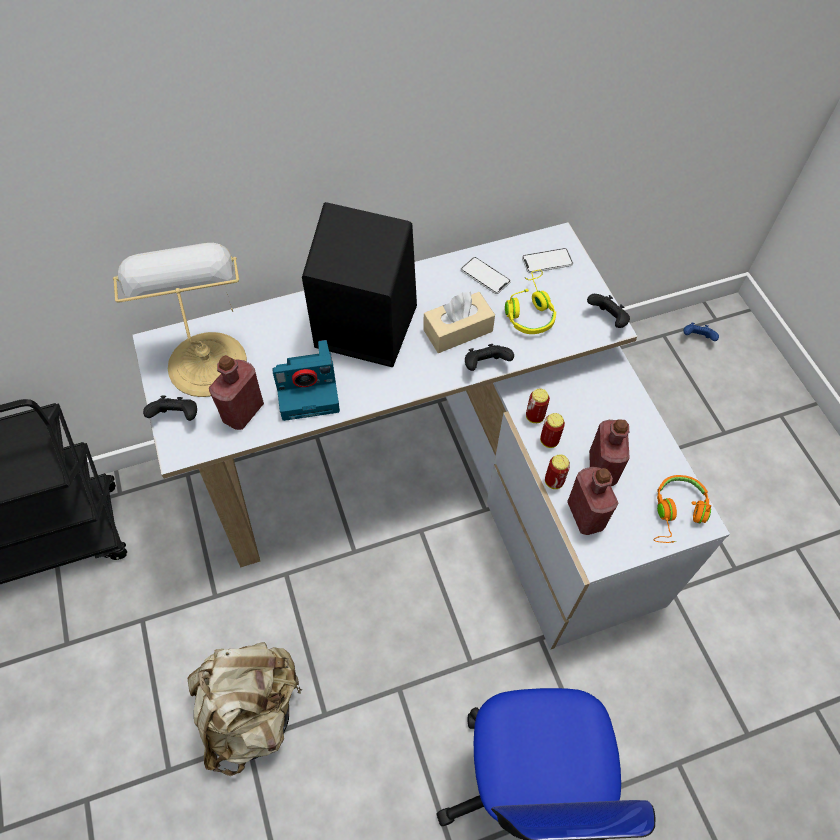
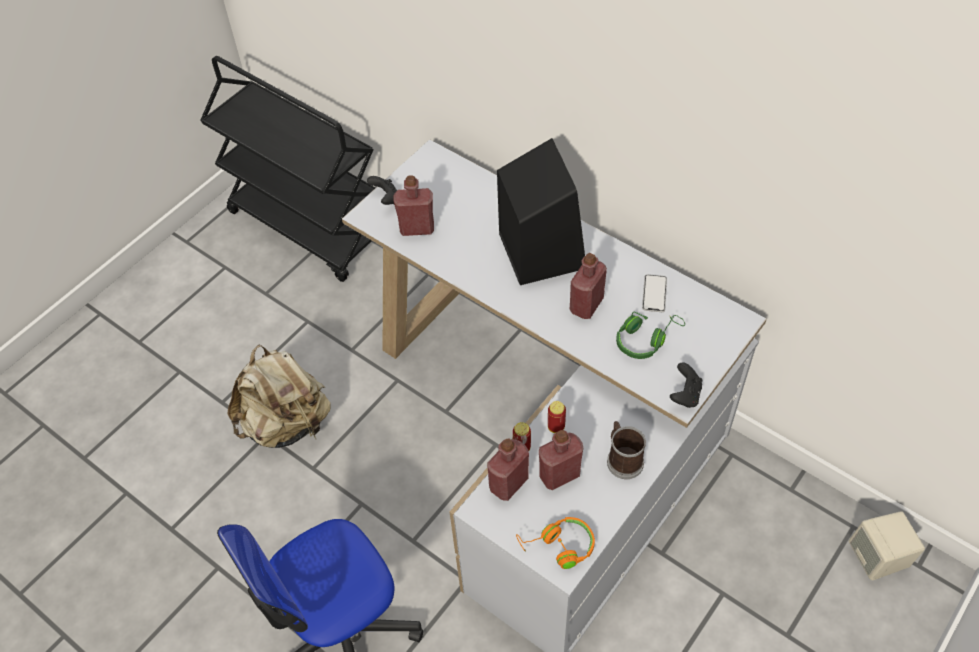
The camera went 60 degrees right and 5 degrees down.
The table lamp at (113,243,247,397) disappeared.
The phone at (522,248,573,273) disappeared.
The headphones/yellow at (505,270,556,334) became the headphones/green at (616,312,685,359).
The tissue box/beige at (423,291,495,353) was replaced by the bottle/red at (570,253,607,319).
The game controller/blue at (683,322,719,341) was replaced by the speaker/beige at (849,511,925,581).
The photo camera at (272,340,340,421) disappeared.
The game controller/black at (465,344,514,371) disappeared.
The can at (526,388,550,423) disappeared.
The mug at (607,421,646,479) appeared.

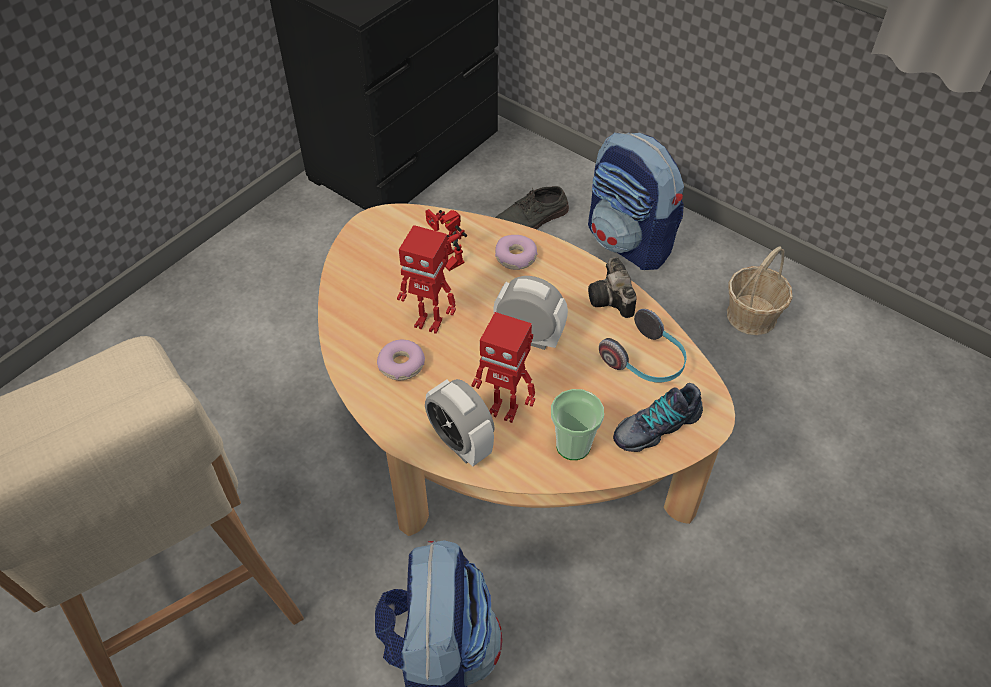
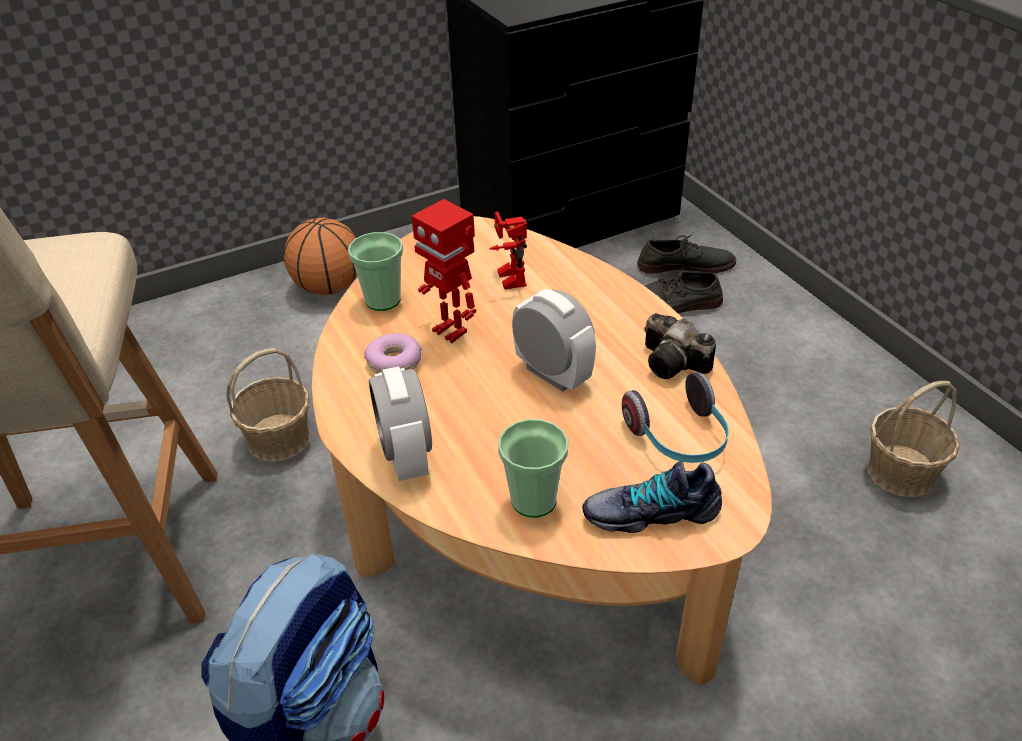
The camera went 25 degrees right and 10 degrees down.
The backpack at (588,132,684,270) disappeared.
The donut at (495,235,538,270) disappeared.
The photo camera at (588,257,637,318) turned 60 degrees counterclockwise.
The toy robot at (472,312,535,423) disappeared.
The basketball at (284,218,357,295) appeared.
The cup at (348,232,403,311) appeared.
The shoe/grey at (637,234,736,274) appeared.
The basket at (226,348,310,462) appeared.

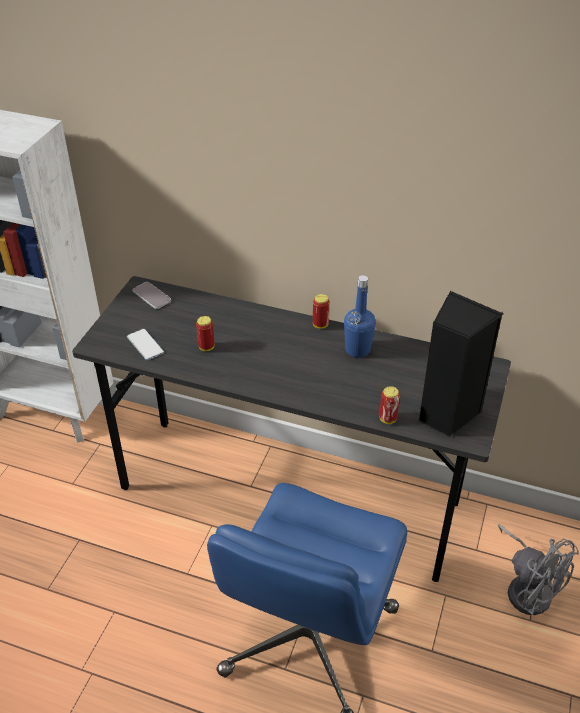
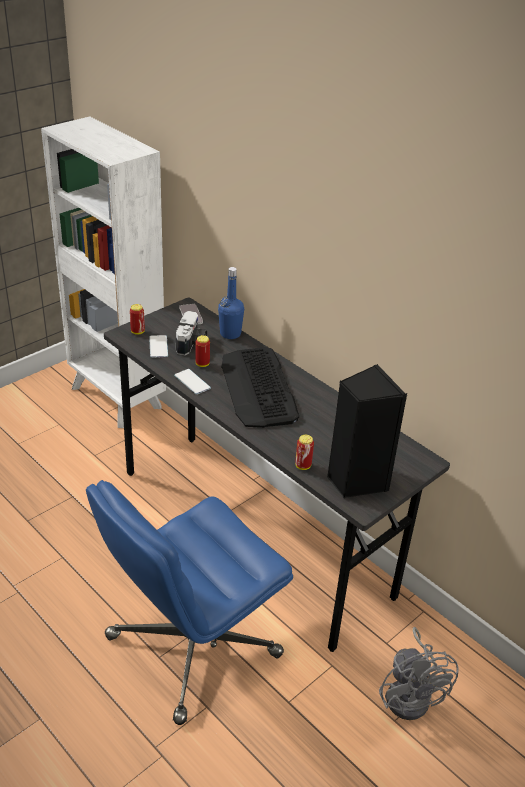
The camera went 25 degrees right and 5 degrees down.
The bottle/blue moved from (344,275,376,358) to (218,267,244,339).
The can moved from (313,294,330,329) to (130,304,145,335).
The photo camera at (176,311,207,356) appeared.
The keyboard at (221,347,299,428) appeared.
The phone at (174,369,211,395) appeared.

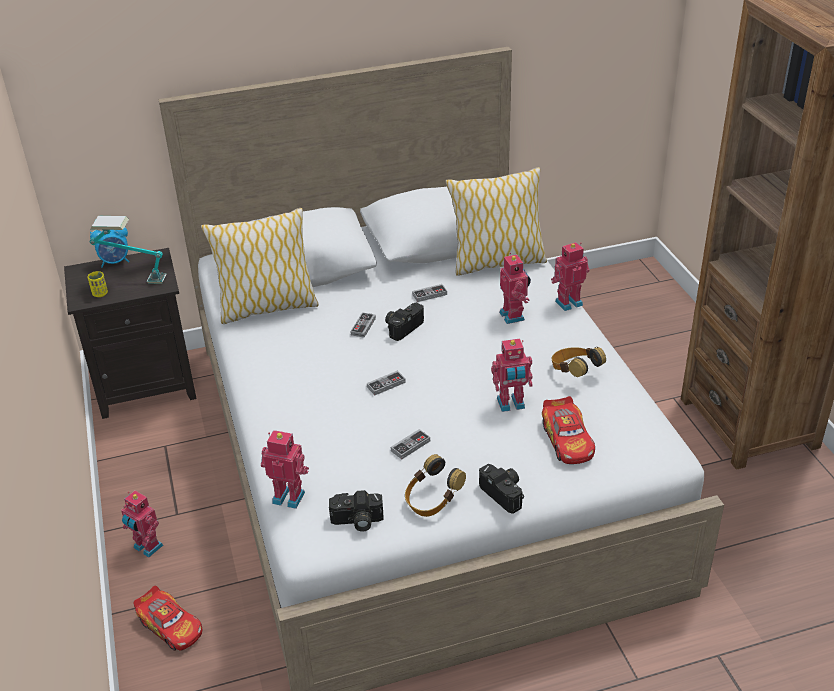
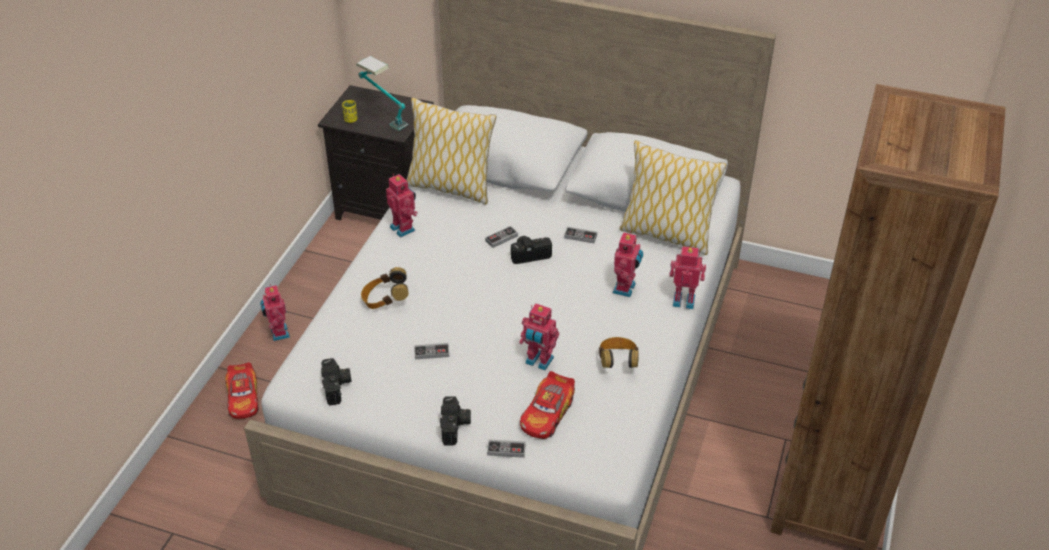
The camera went 35 degrees right and 5 degrees up.
The alarm clock at (90,227,129,268) disappeared.
The game controller moved from (367,371,406,395) to (487,439,526,458).
The toy robot moved from (261,430,309,509) to (386,174,418,238).
The headphones moved from (405,454,466,517) to (361,267,409,309).
The photo camera at (329,490,384,531) turned 135 degrees counterclockwise.

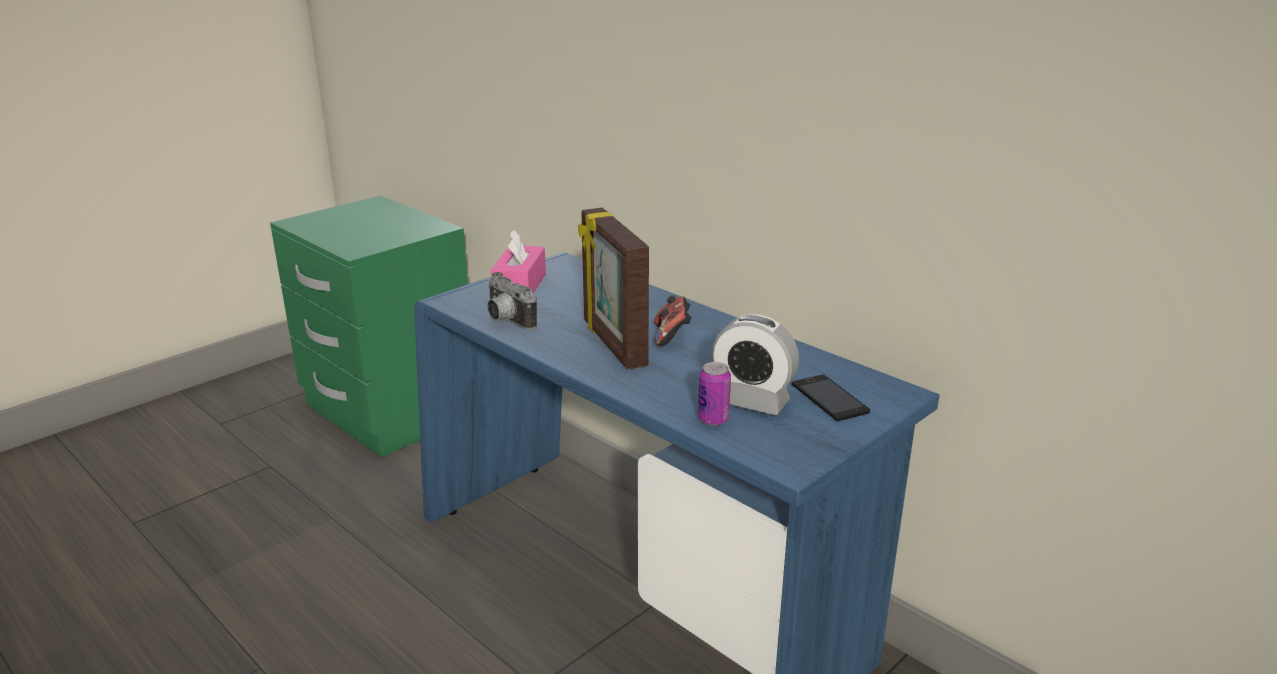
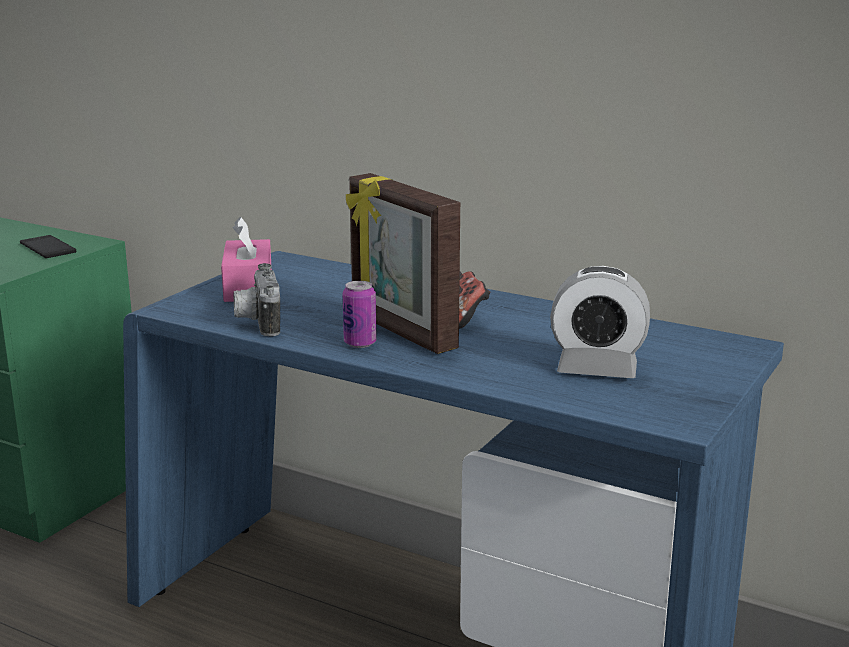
The camera went 15 degrees left and 5 degrees down.
The photo camera at (487,272,537,330) turned 45 degrees clockwise.
The can moved from (698,362,731,426) to (343,281,377,348).
The phone moved from (792,375,870,421) to (20,235,77,258).

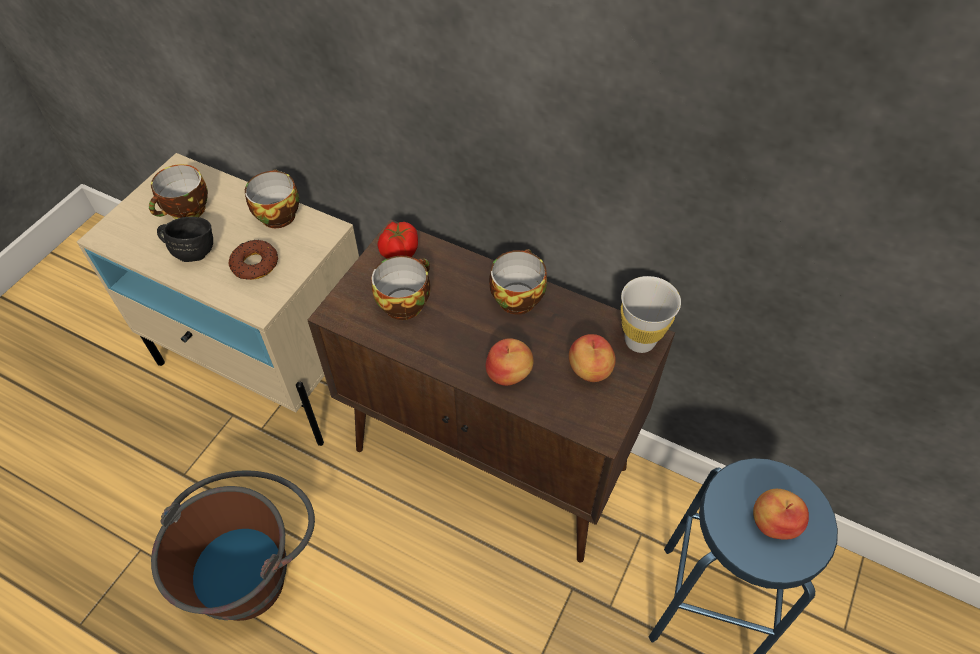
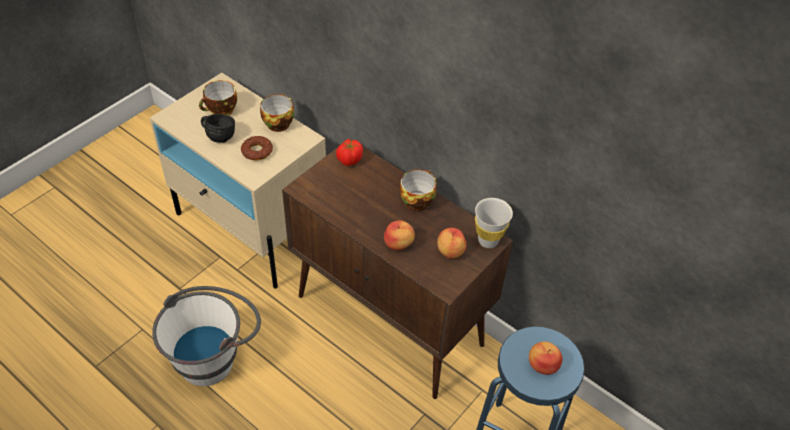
The camera went 10 degrees right and 5 degrees down.
The cup at (372,256,430,320) disappeared.
The bucket/brown at (151,470,315,621) became the bucket/white at (152,286,261,386).

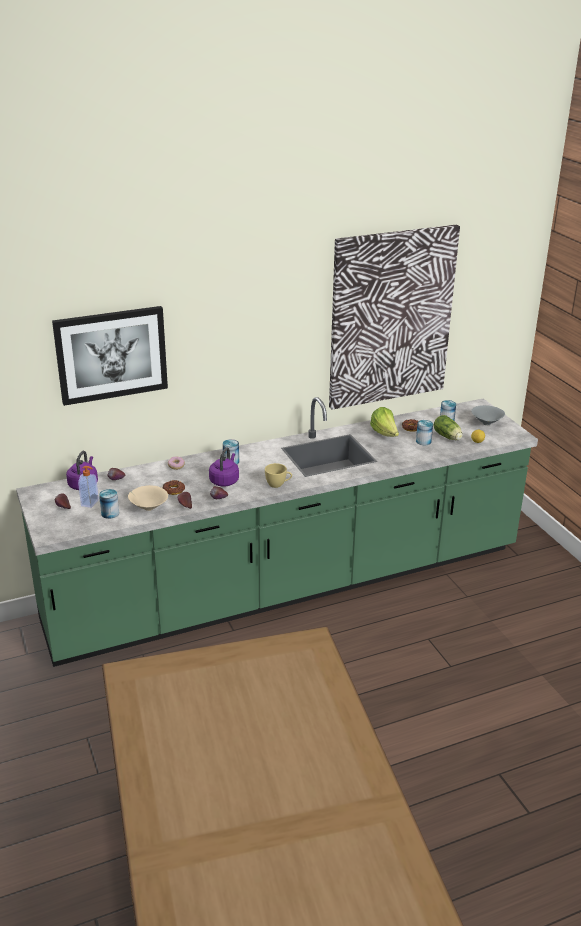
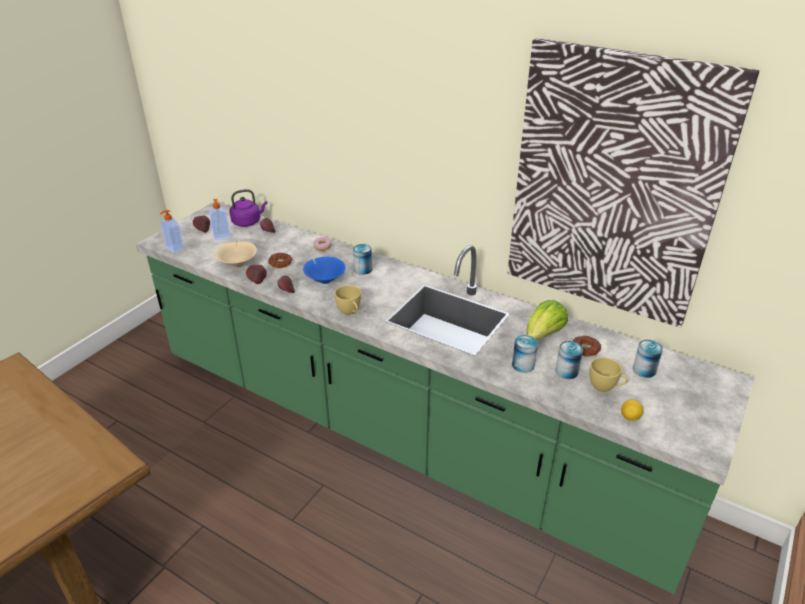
The camera went 55 degrees right and 5 degrees up.
The picture at (52,306,168,406) disappeared.
The bowl/grey at (471,405,505,425) disappeared.
The lettuce at (434,415,463,440) was replaced by the cup/yellow at (589,357,628,392).
The kettle/purple at (209,447,239,487) was replaced by the bowl/blue at (303,256,346,284).
The can moved from (99,489,119,519) to (512,335,538,373).
The soap dispenser at (160,210,184,253) appeared.

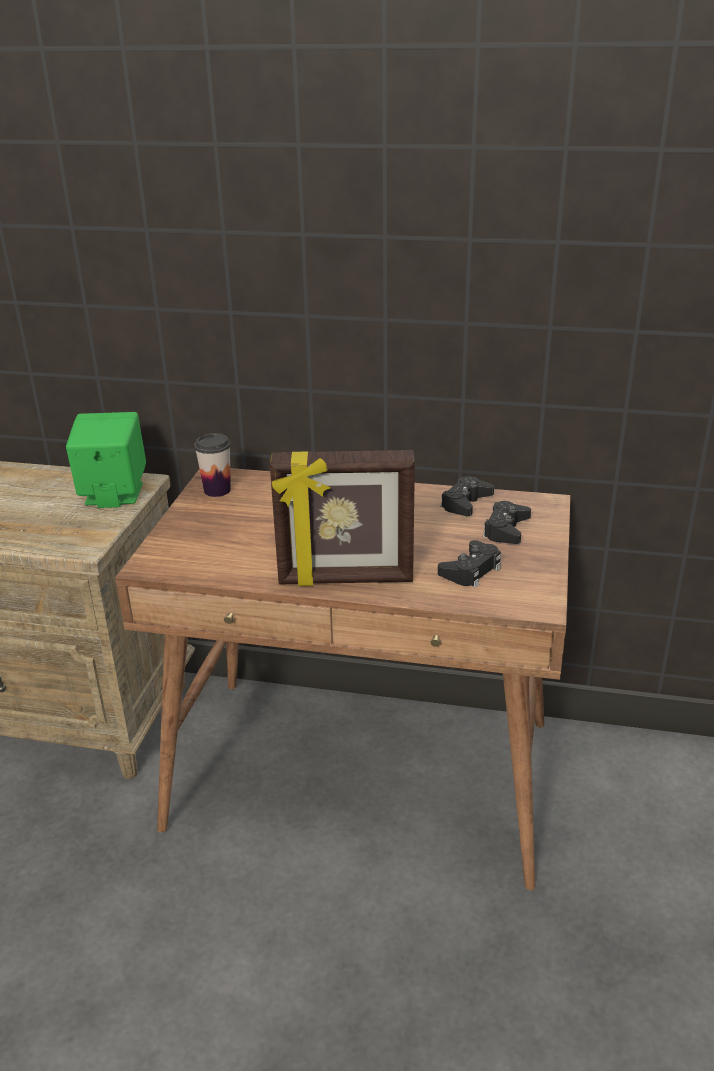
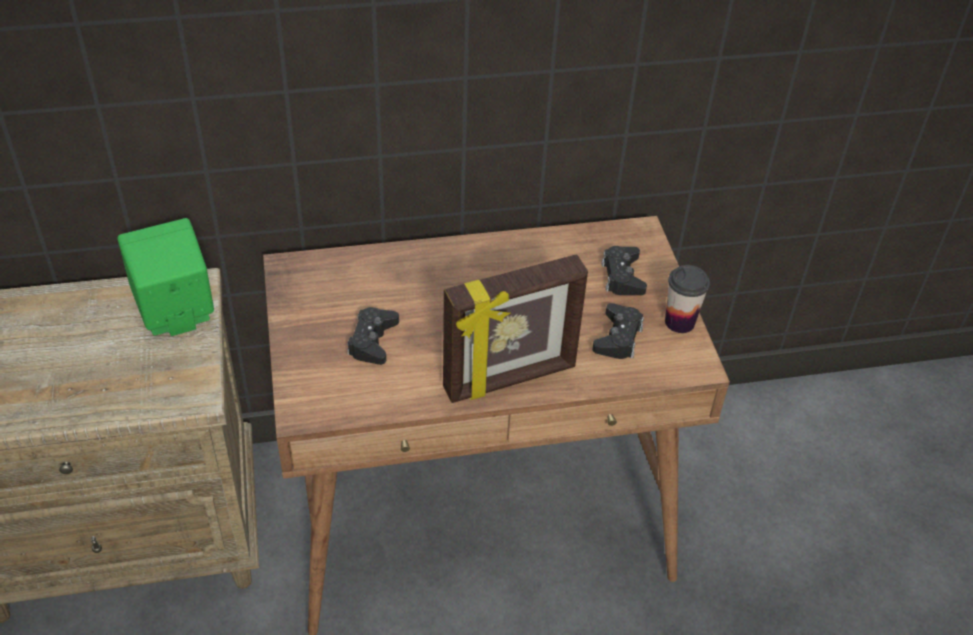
The camera went 25 degrees left and 15 degrees up.
The cup moved from (194,433,231,497) to (665,265,710,333).
The game controller/black moved from (441,476,494,516) to (347,307,399,365).

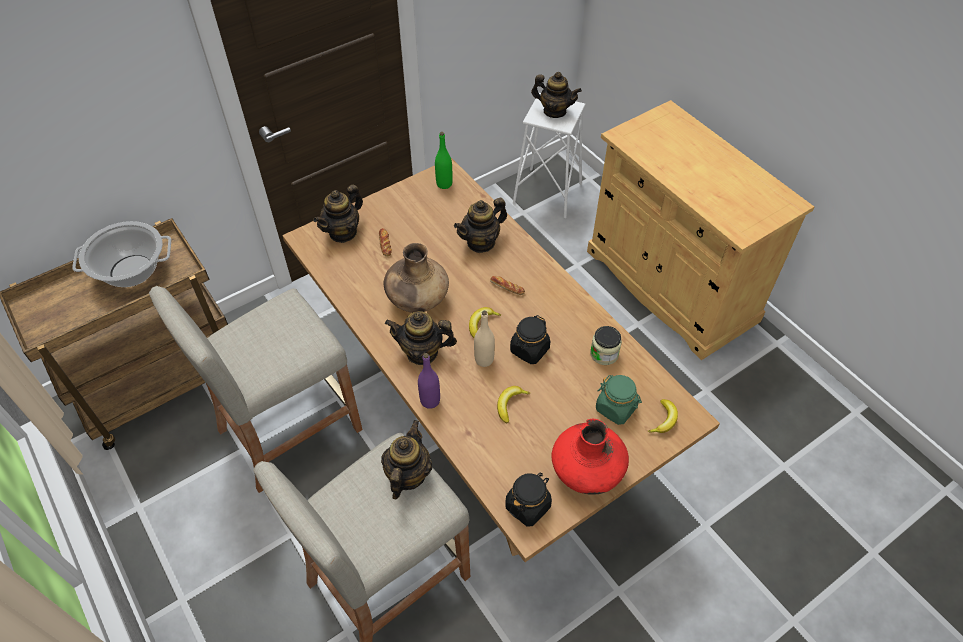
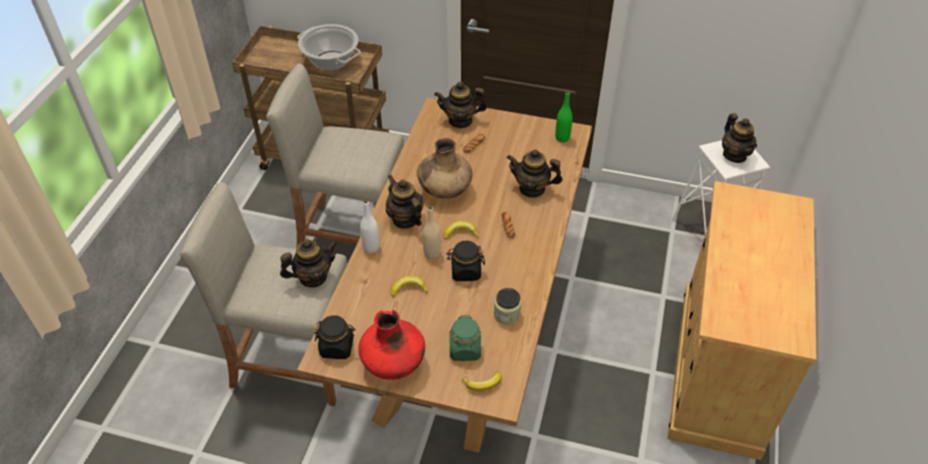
The camera went 50 degrees right and 5 degrees down.
The bottle/purple at (418,353,440,409) became the bottle/white at (360,199,380,253).

